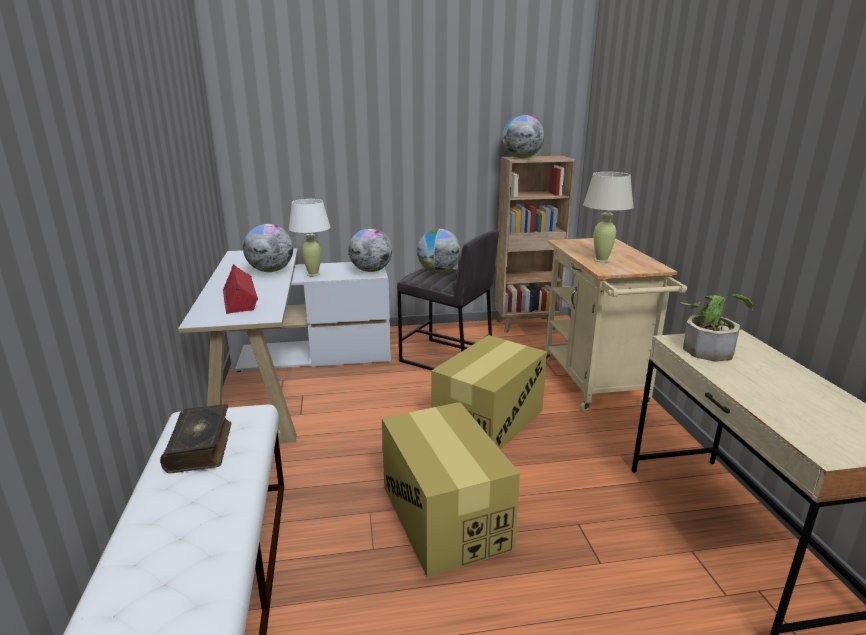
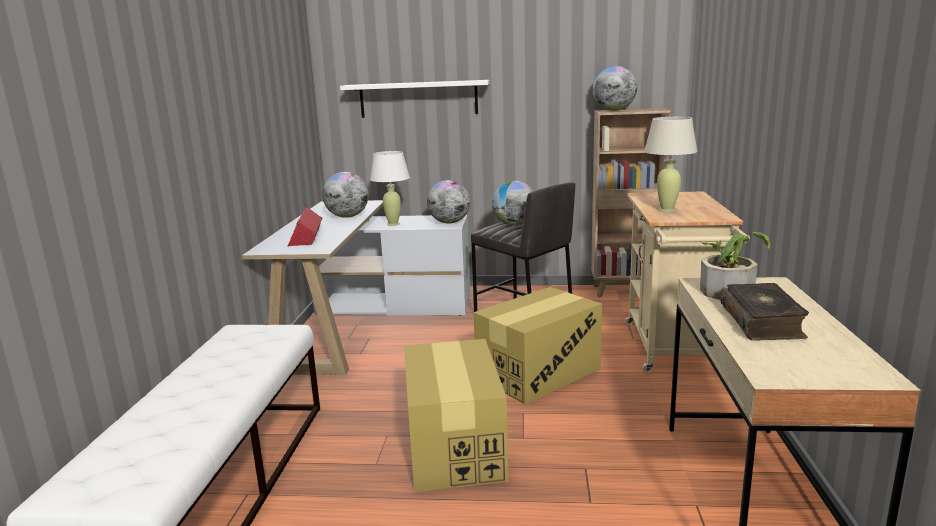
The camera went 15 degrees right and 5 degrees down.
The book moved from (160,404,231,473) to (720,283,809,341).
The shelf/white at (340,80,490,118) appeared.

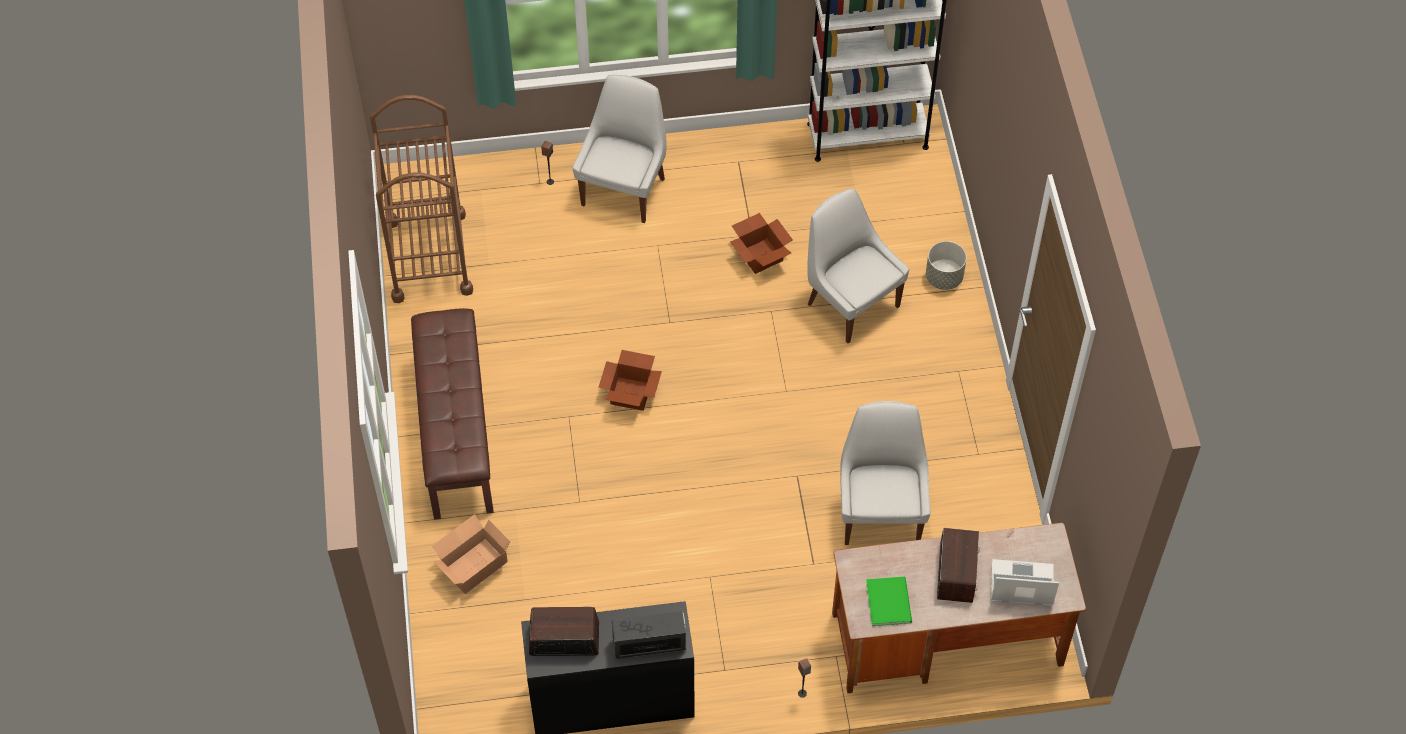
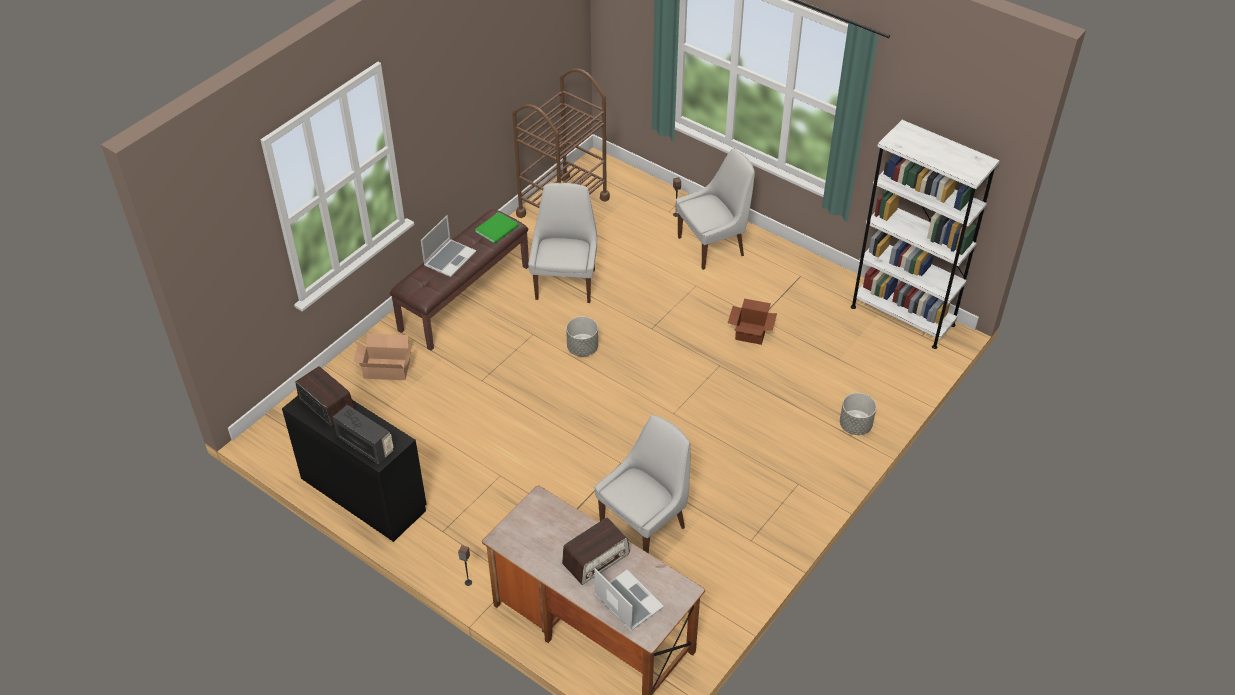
The camera went 45 degrees right and 10 degrees down.
The chair/white moved from (807,188,909,343) to (528,183,597,303).
The cardboard box at (599,350,662,411) was replaced by the planter/grey at (566,317,598,356).
The book/green moved from (866,576,912,626) to (475,212,519,244).
The laptop at (421,215,476,277) appeared.

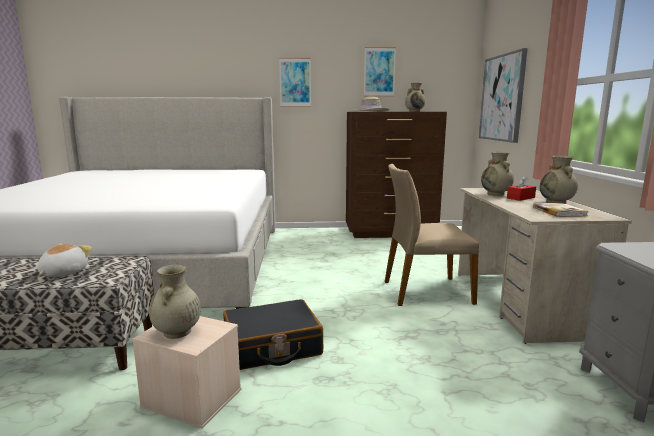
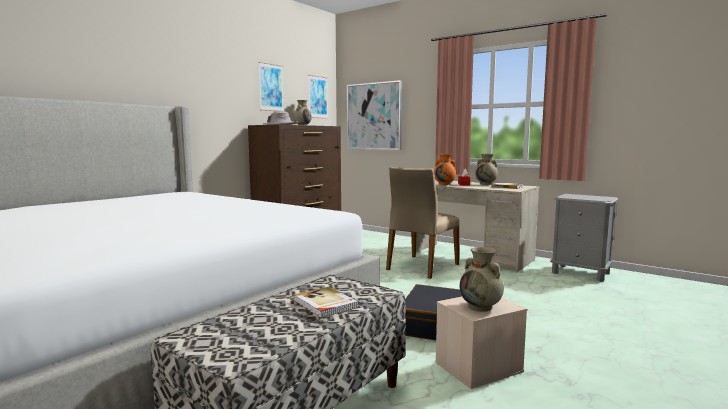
The camera went 50 degrees left and 5 degrees down.
The picture moved from (279,58,311,107) to (308,75,328,119).
The vase/beige at (481,152,514,196) became the vase/orange at (434,154,456,185).
The plush toy at (37,243,92,277) was replaced by the book at (294,287,359,318).

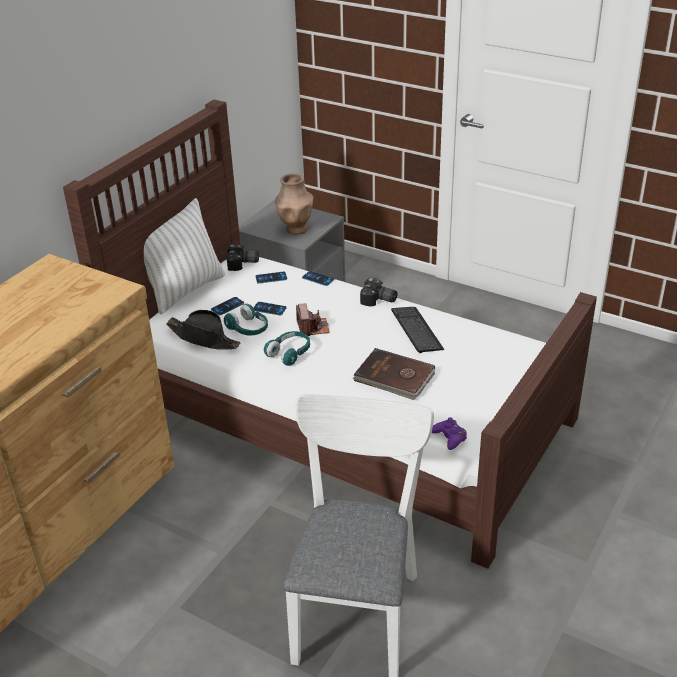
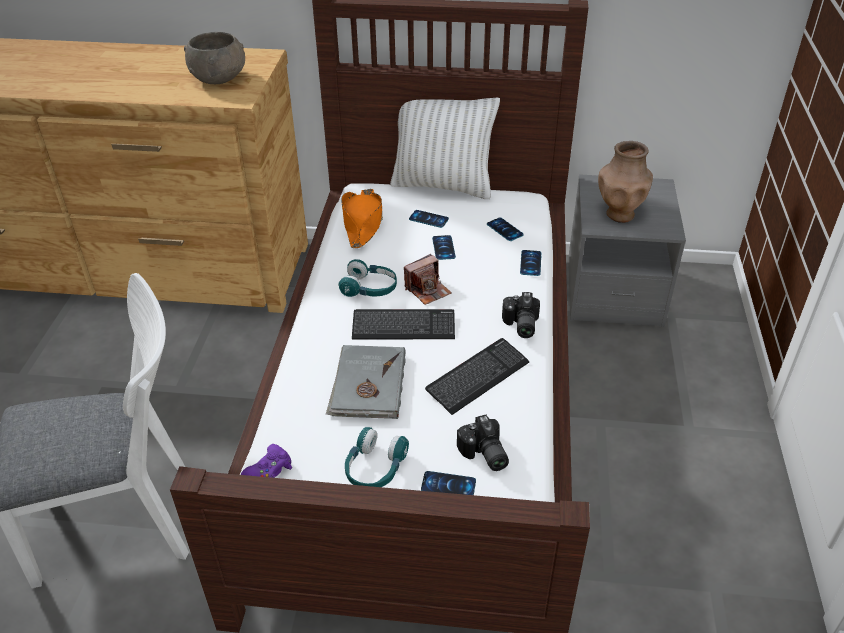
The camera went 65 degrees right and 5 degrees up.
The photo camera moved from (227,244,259,271) to (457,414,509,471).
The headphones/turquoise moved from (224,304,268,335) to (345,427,409,487).
The hat/black at (166,310,240,350) became the hat/orange at (341,189,383,248).
The book/brown at (353,348,435,400) became the book/grey at (326,345,406,419).
The bowl/grey at (184,32,245,84) appeared.
The keyboard at (352,309,455,339) appeared.
The phone at (421,471,476,495) appeared.

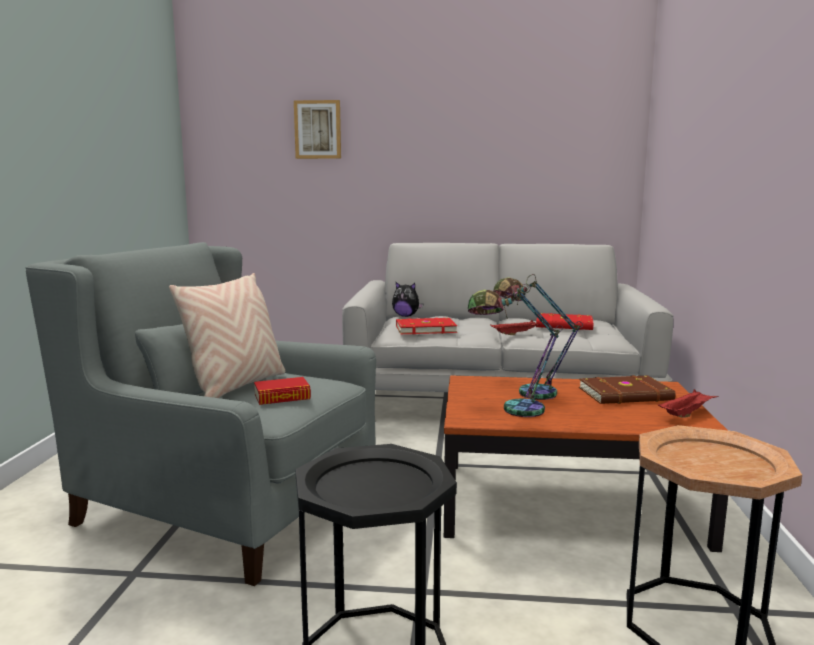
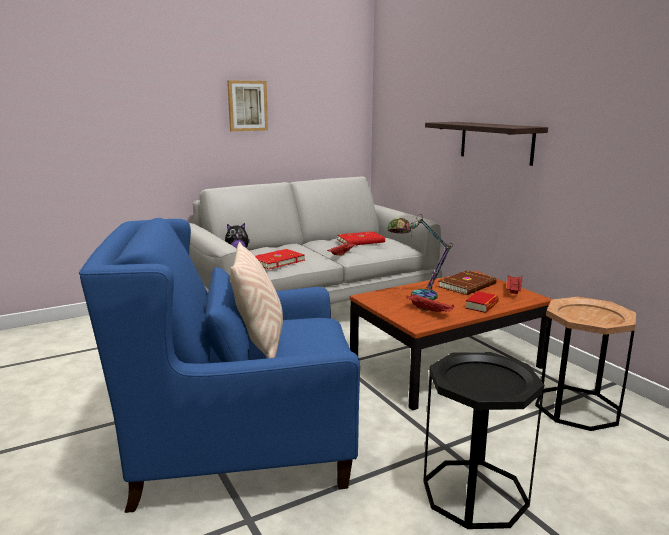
The camera went 35 degrees left and 5 degrees up.
The picture moved from (294,100,341,159) to (227,80,268,131).
The armchair/grey at (25,242,376,586) became the armchair/blue at (79,218,360,513).
The table lamp at (468,283,563,417) was replaced by the tray/red at (406,294,454,312).
The book moved from (254,377,311,405) to (465,291,499,313).
The shelf at (425,122,548,166) appeared.

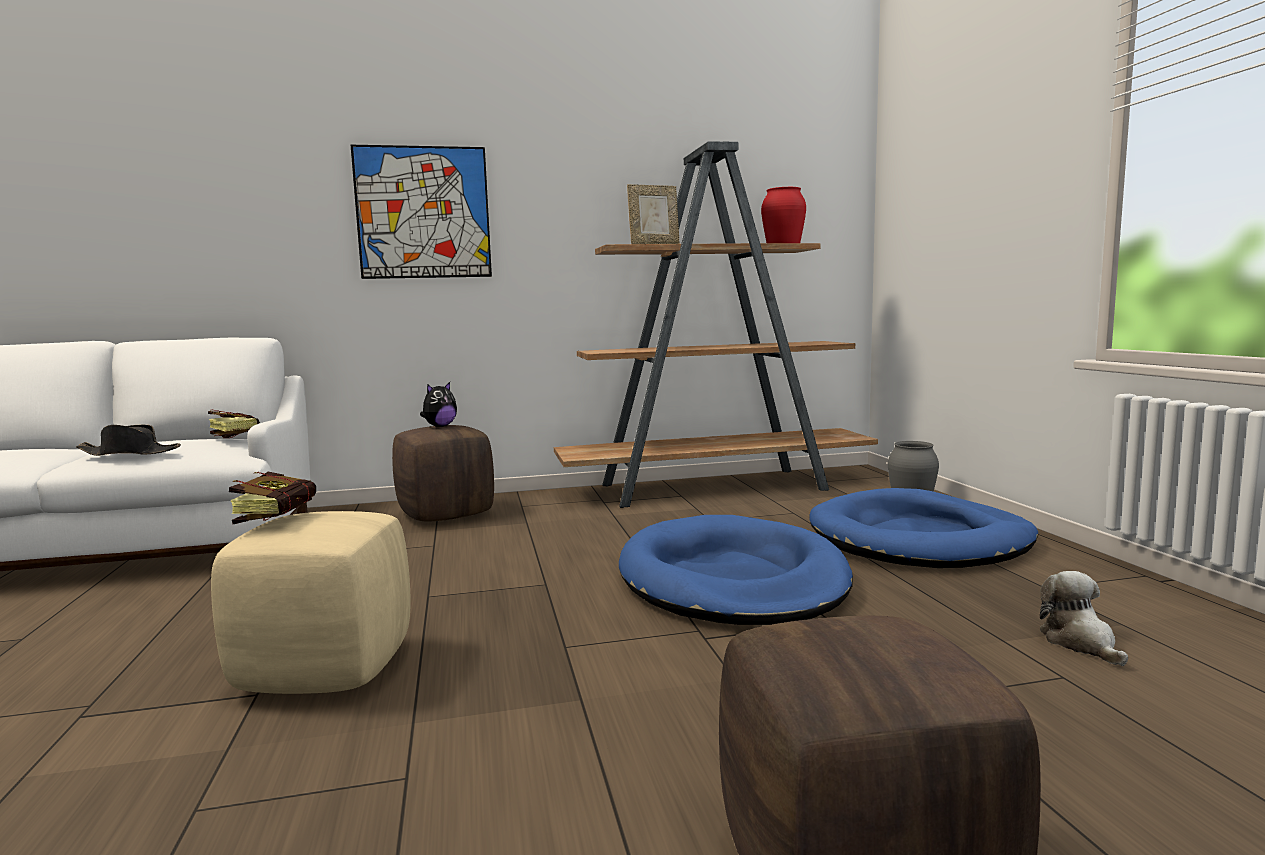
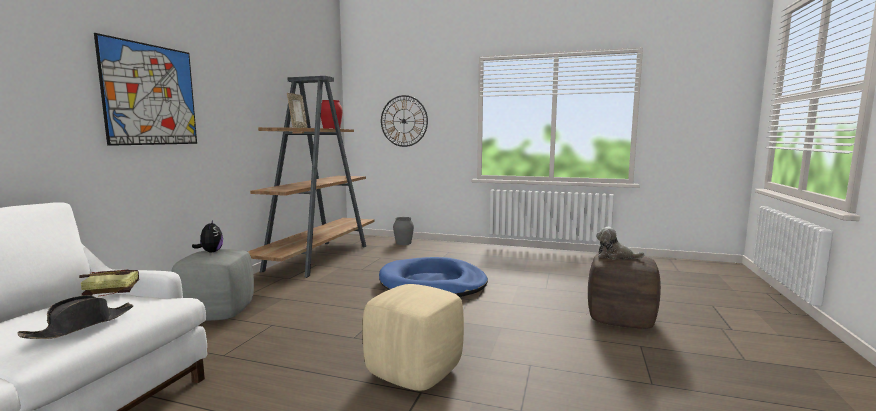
The camera went 60 degrees left and 0 degrees up.
The ottoman/brown at (392,425,494,521) became the ottoman/grey at (171,249,254,321).
The book at (229,472,316,524) disappeared.
The dog bed/blue at (810,488,1038,568) disappeared.
The plush toy moved from (1040,571,1128,666) to (596,227,645,260).
The wall clock at (381,95,428,147) appeared.

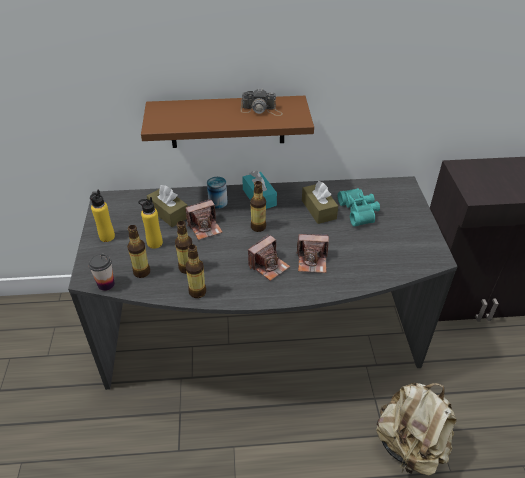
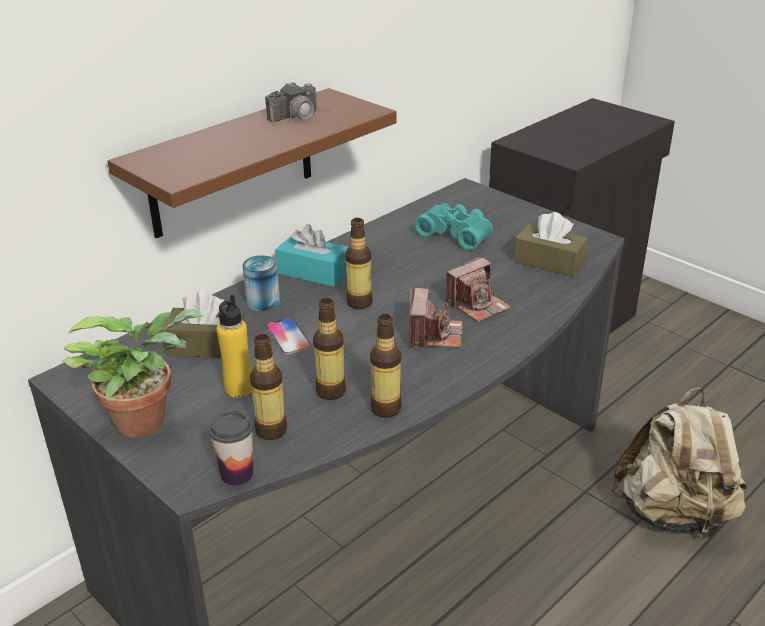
The camera went 40 degrees left and 10 degrees down.
The tissue box/brown moved from (302,181,338,224) to (514,212,588,277).
The bottle/yellow at (90,190,115,242) was replaced by the potted plant at (63,309,203,438).
The photo camera at (185,199,223,240) was replaced by the phone at (266,318,311,354).

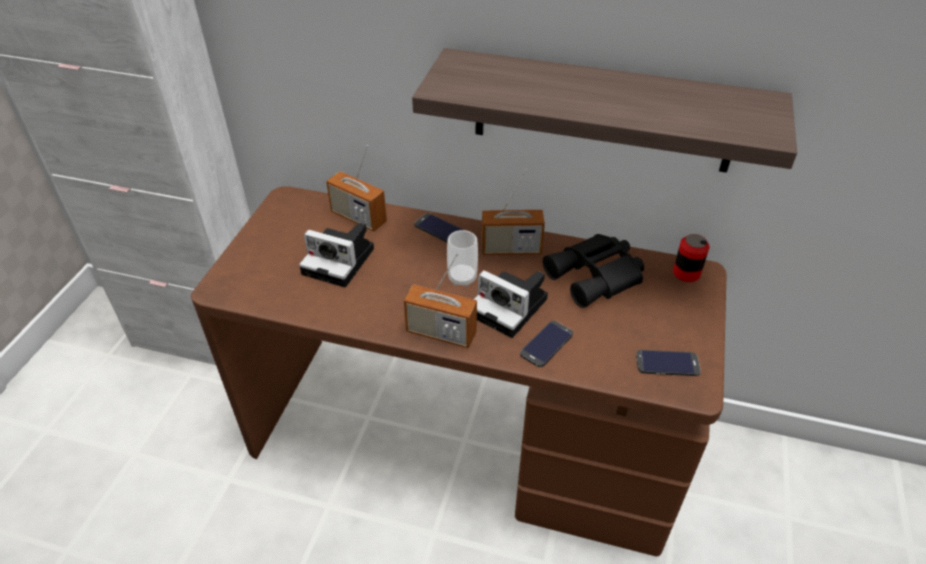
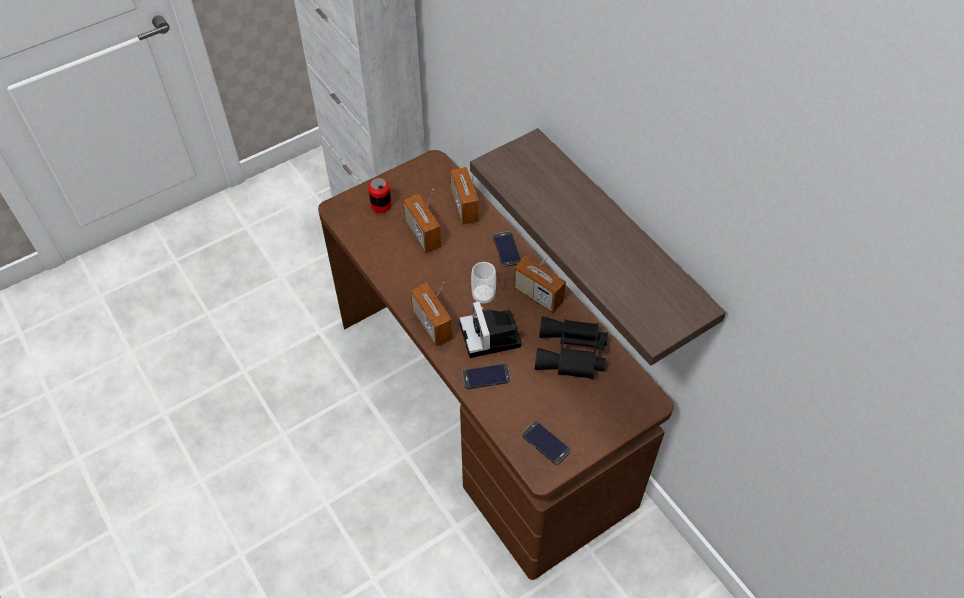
The camera went 40 degrees right and 10 degrees up.
The photo camera at (299,223,374,287) was replaced by the radio at (403,189,441,253).
The can moved from (673,234,710,282) to (368,178,392,213).

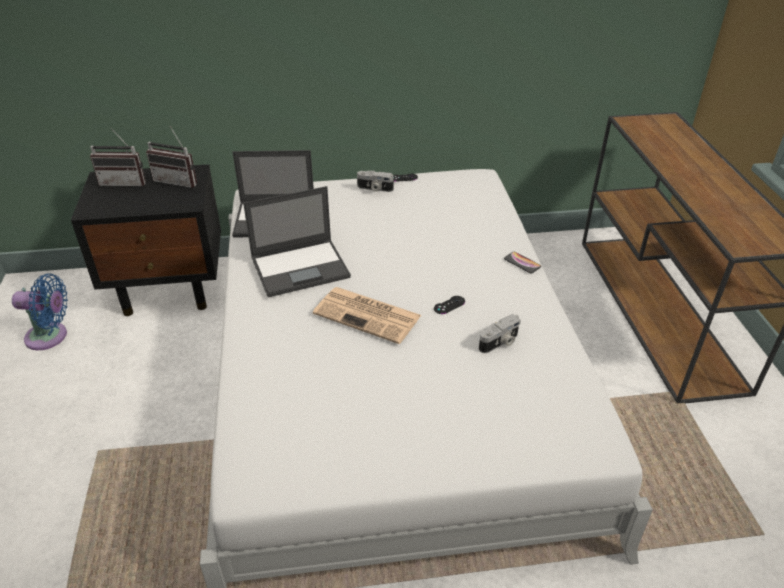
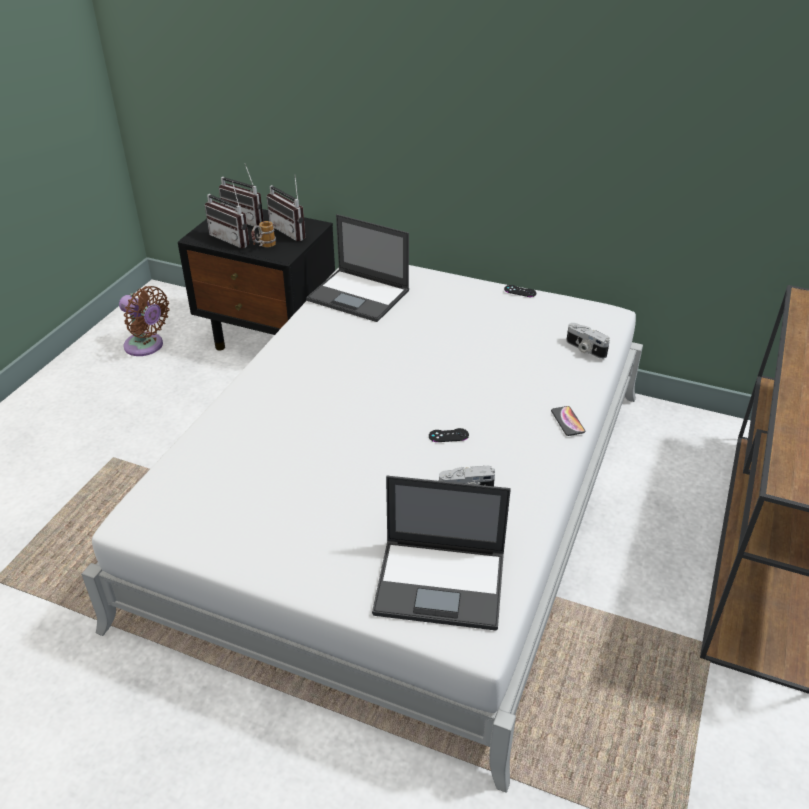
The camera went 30 degrees right and 0 degrees up.
The photo camera moved from (357,171,394,192) to (566,323,610,359).
The laptop moved from (243,186,351,297) to (372,476,511,631).
The fan/blue at (12,273,68,350) became the fan/brown at (119,286,170,356).
The newspaper at (313,287,421,344) disappeared.
The radio at (205,181,249,248) appeared.
The mug at (251,221,276,247) appeared.

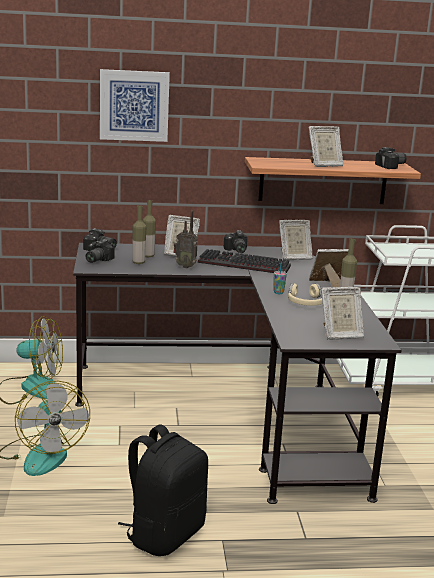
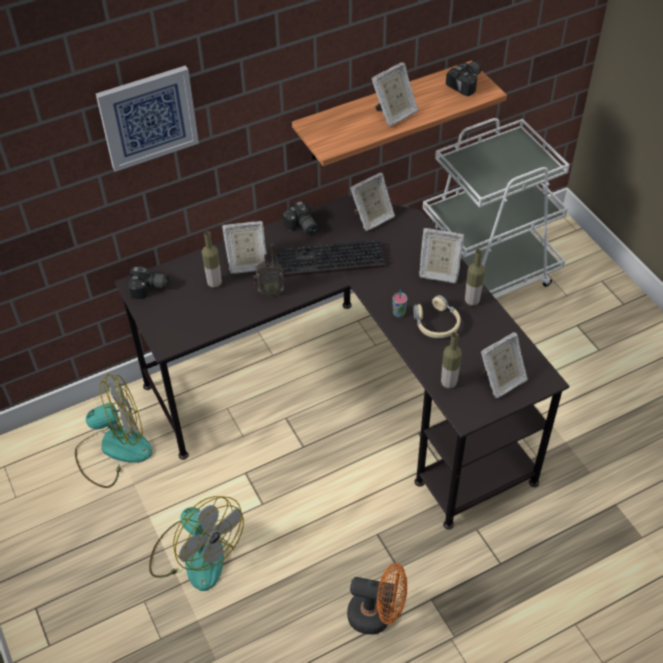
The camera went 20 degrees left and 30 degrees up.
The bottle moved from (132,205,146,264) to (441,332,462,389).
The photo camera at (85,239,114,263) disappeared.
The picture frame at (309,249,348,287) turned 135 degrees counterclockwise.
The backpack/black at (118,424,208,556) was replaced by the fan/orange at (347,563,407,635).

